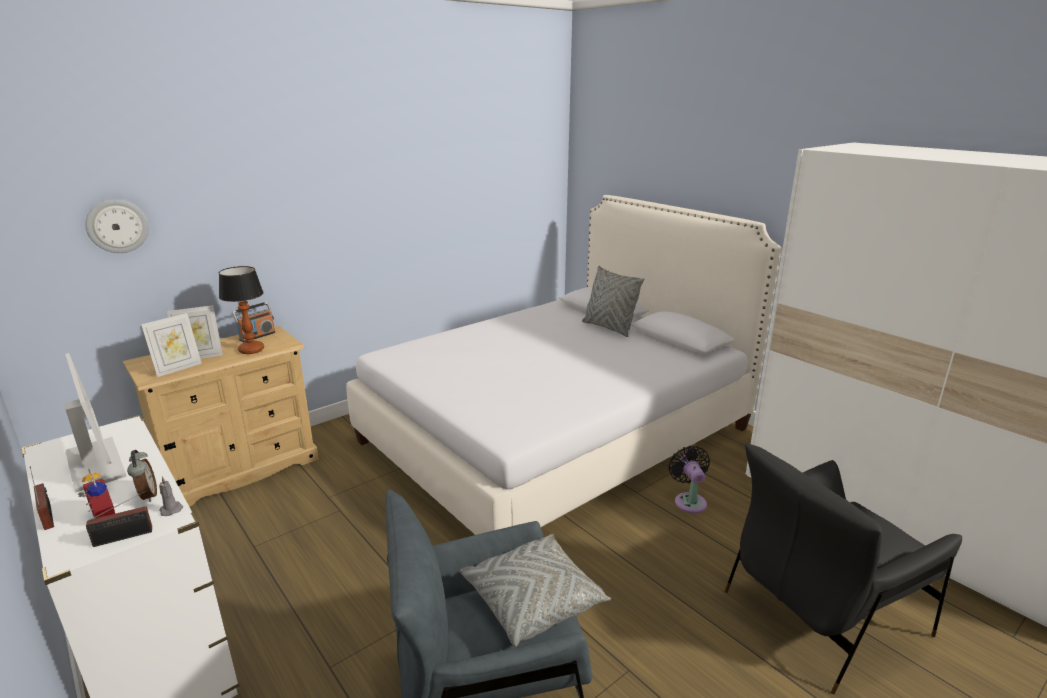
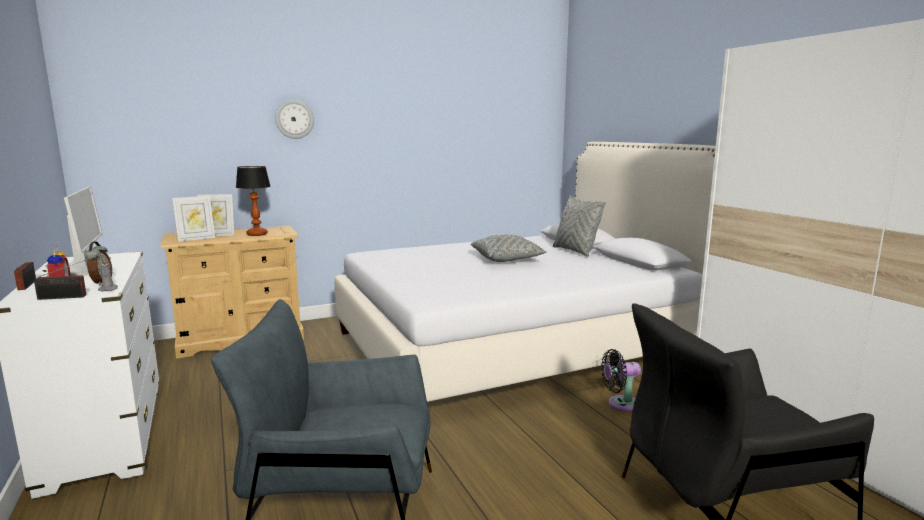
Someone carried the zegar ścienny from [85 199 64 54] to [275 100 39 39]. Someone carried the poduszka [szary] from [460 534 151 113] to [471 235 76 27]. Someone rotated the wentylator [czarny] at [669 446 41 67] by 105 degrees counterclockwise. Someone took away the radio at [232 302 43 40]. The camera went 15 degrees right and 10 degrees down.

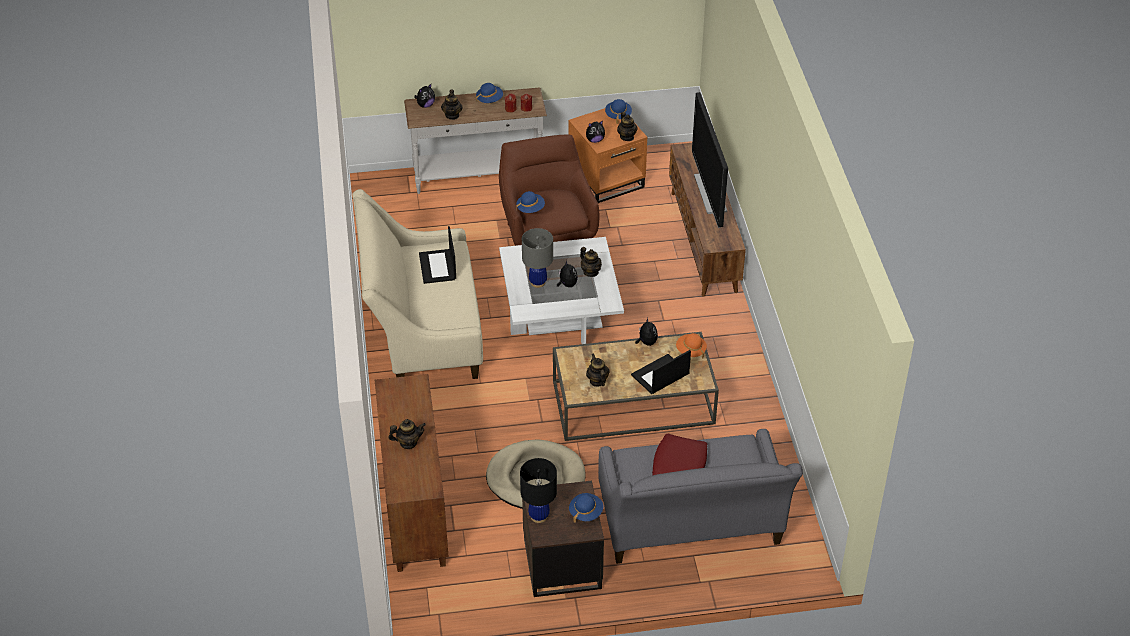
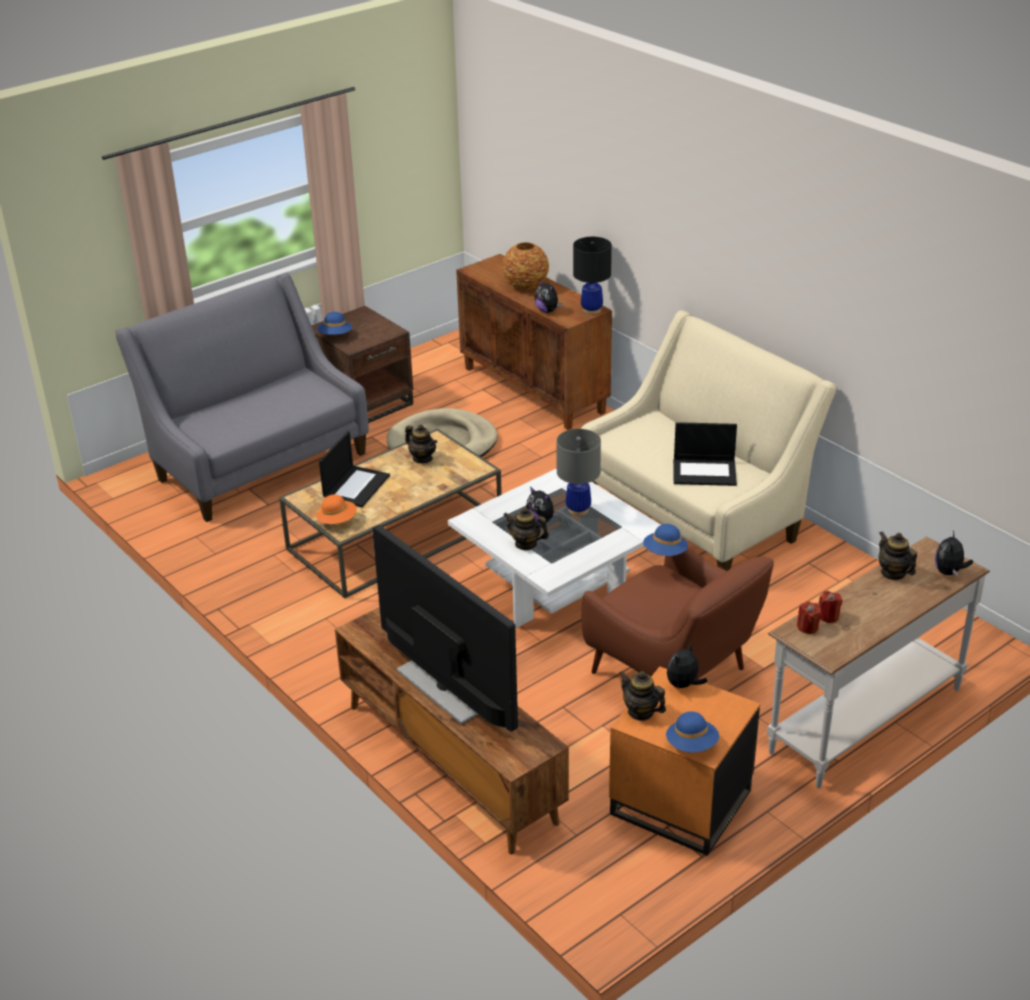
Someone swapped the imbryk at [388 419 38 30] for the wazon at [502 242 47 48]. Someone carried the pluszak from [635 318 23 28] to [535 280 27 33]. Someone carried the lampa stołowa [czarny] from [520 458 37 65] to [573 237 39 77]. Someone rotated the laptop at [419 226 37 58] by 135 degrees clockwise. Someone took away the kapelusz [niebieski] at [476 83 27 20]. Someone took away the poduszka [czerwony] at [652 434 55 41]. The camera went 150 degrees right and 10 degrees down.

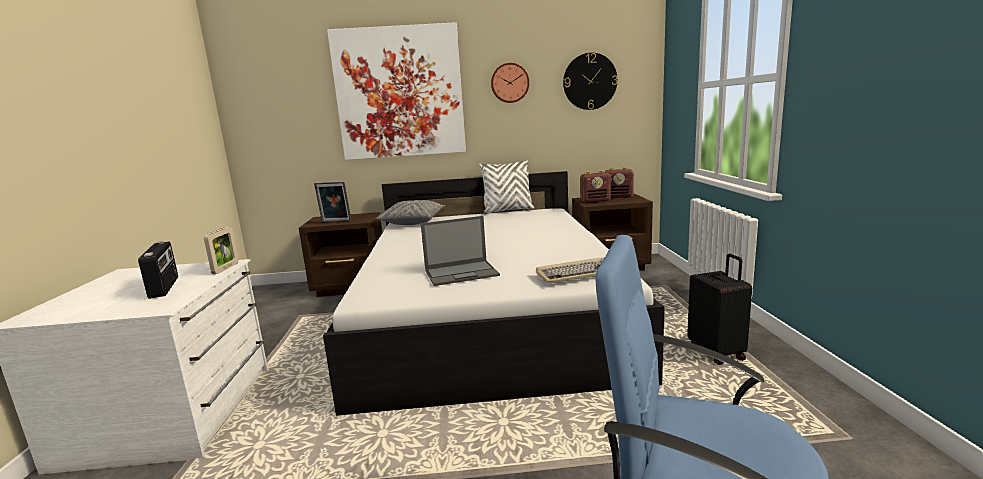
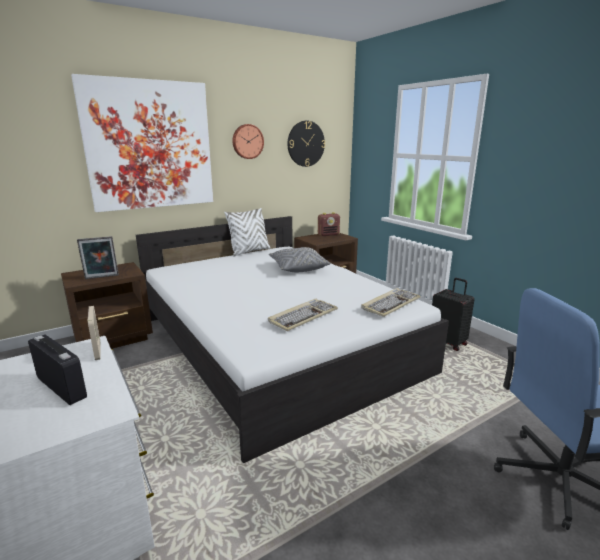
Someone swapped the laptop at [421 216 79 70] for the klawiatura at [268 299 70 32]. Someone carried the poduszka [szary] from [376 200 69 25] to [269 247 62 25]. Someone took away the radio at [580 171 31 32]. The camera went 30 degrees left and 5 degrees up.

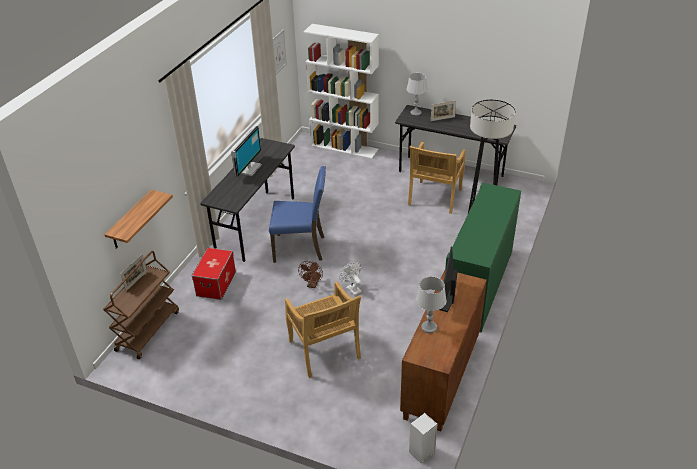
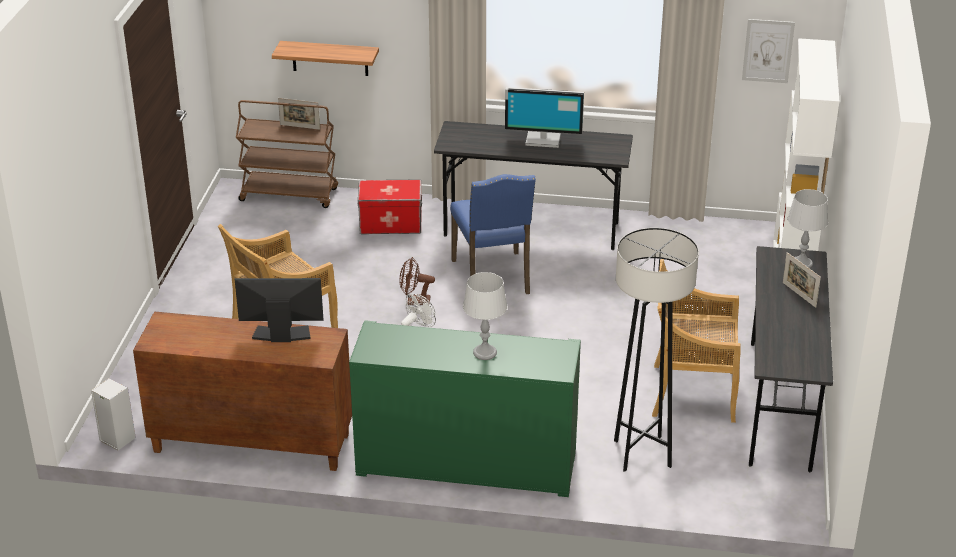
Someone carried the lampa stołowa [szary] from [416 277 30 56] to [463 272 45 88]. The camera went 75 degrees right and 5 degrees down.

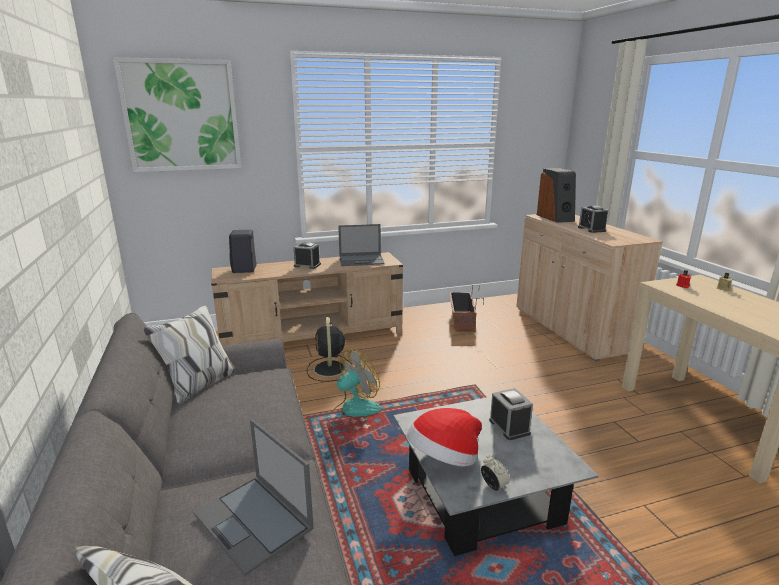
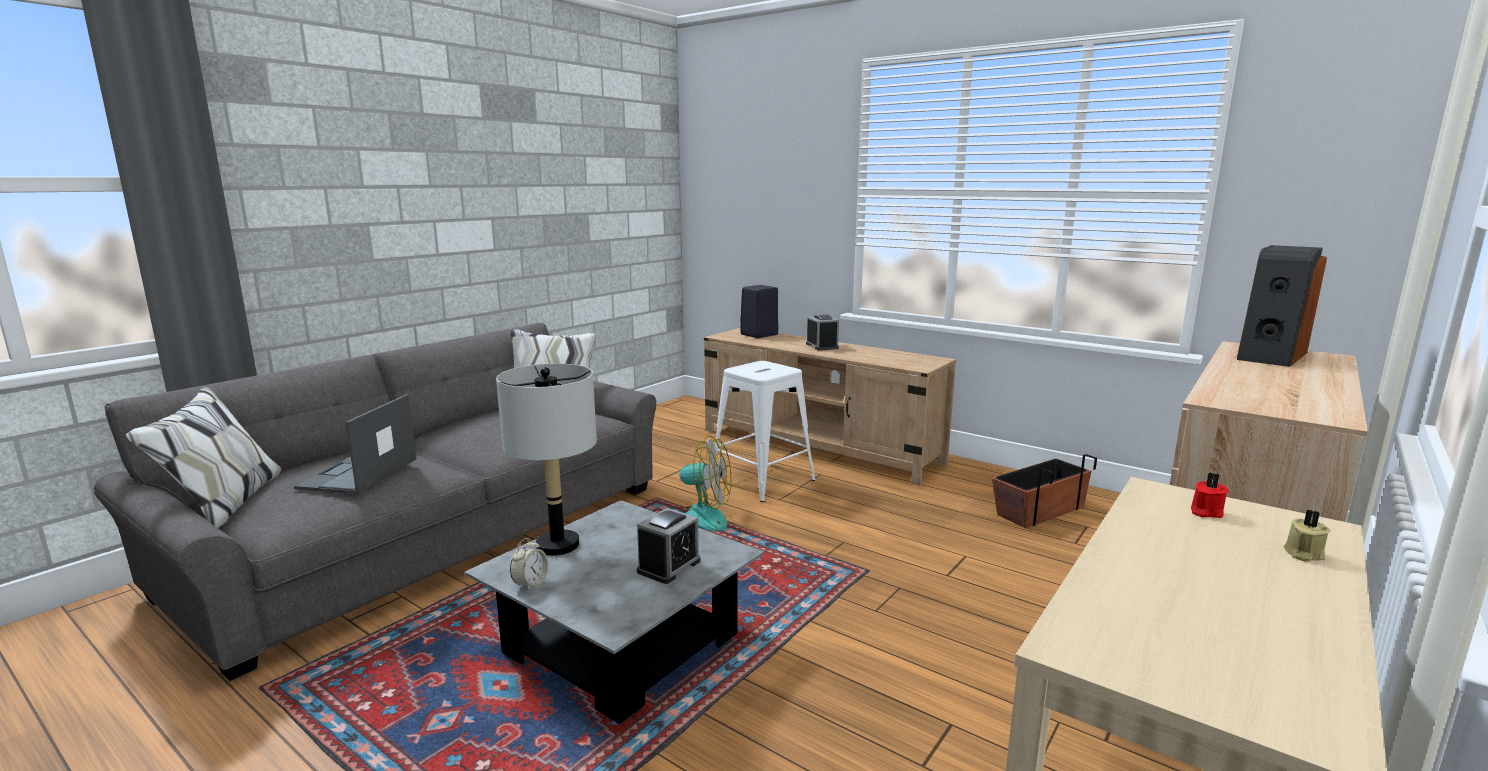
Someone swapped the kapelusz at [407 408 75 59] for the lampa stołowa [szary] at [496 363 101 193]. Someone swapped the wentylator [czarny] at [307 317 45 64] for the stołek [biały] at [711 361 104 141]. Someone took away the obraz at [113 57 128 115]. Someone took away the laptop at [338 224 47 42]. Someone took away the budzik at [578 206 30 27]. The camera went 55 degrees right and 5 degrees down.

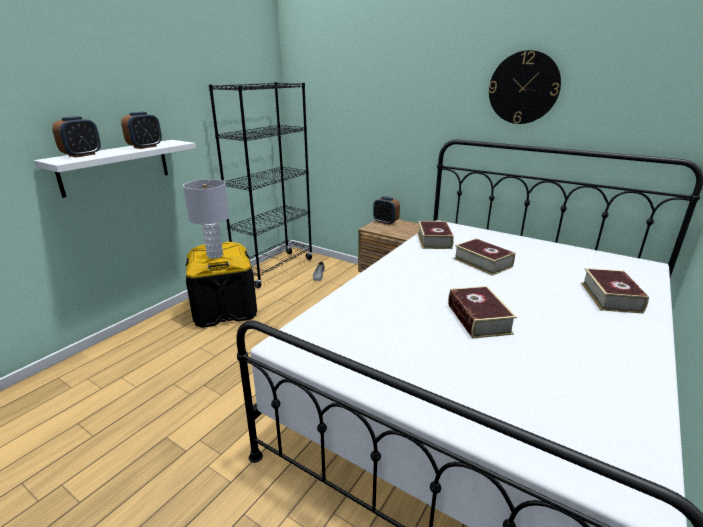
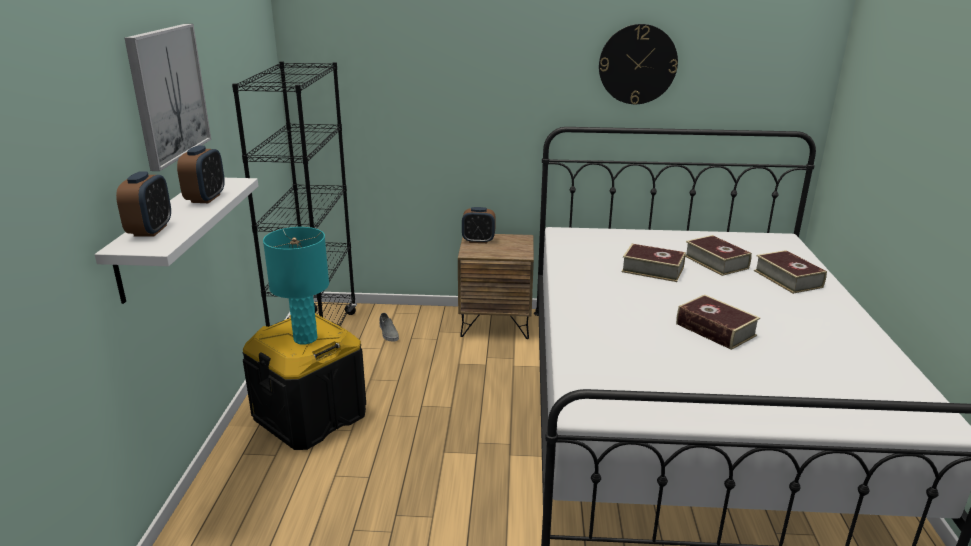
Someone put up the obraz at [125 24 86 147]. Someone repainted the lampa stołowa [szary] at [183 179 47 80], which became the lampa stołowa [turkusowy] at [263 227 66 117]. Someone carried the książka from [418 221 36 28] to [685 235 67 41]. The camera went 30 degrees left and 0 degrees up.

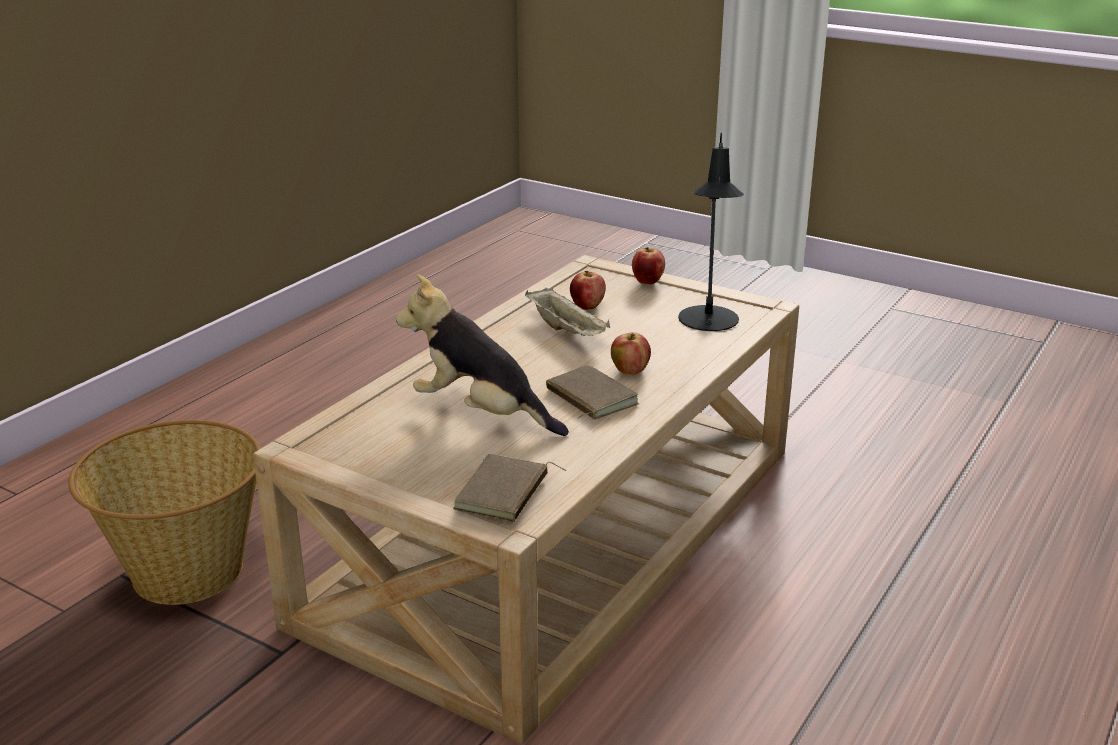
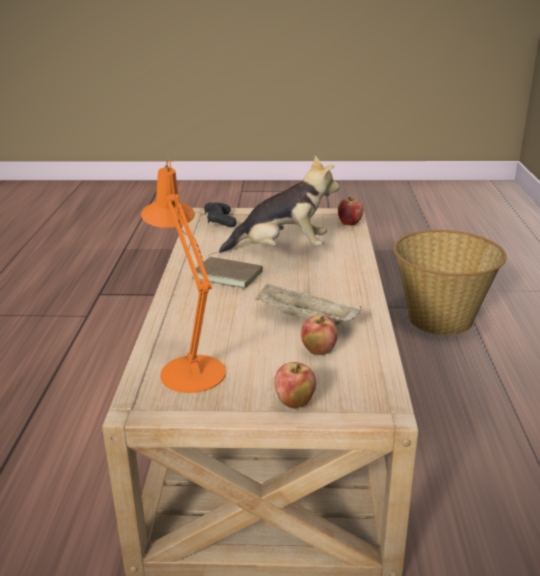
Someone repainted the lampa stołowa [czarny] at [678 132 66 199], which became the lampa stołowa [pomarańczowy] at [141 159 85 234]. Someone swapped the książka [brązowy] at [453 454 114 68] for the pad do gier [czarny] at [204 202 33 25]. Someone carried the jabłko from [611 332 40 43] to [338 197 26 29]. The camera went 150 degrees right and 0 degrees up.

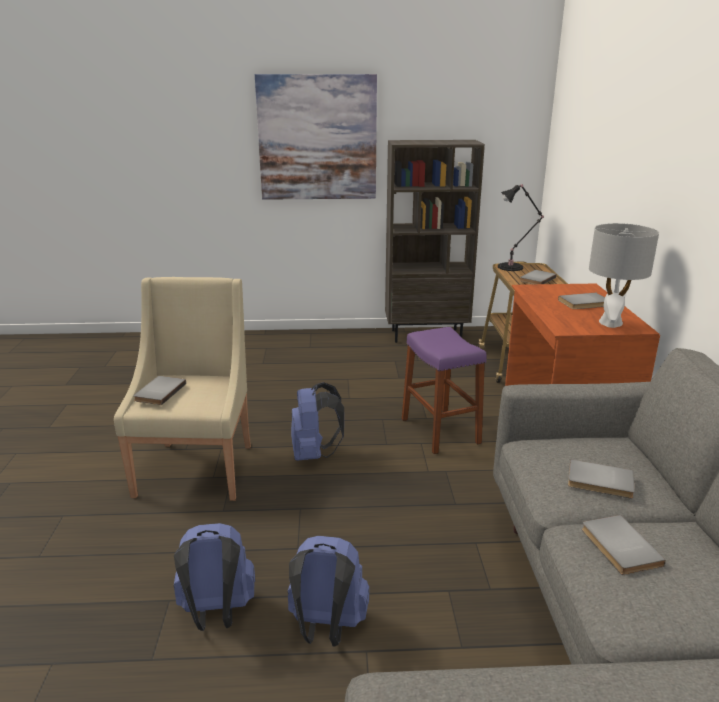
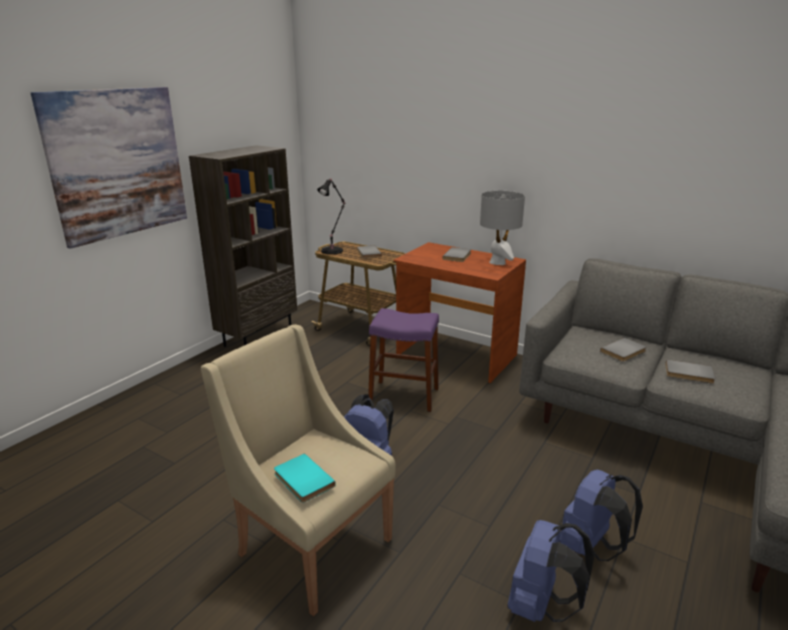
Someone repainted the książka [szary] at [133 376 53 29], which became the książka [turkusowy] at [274 453 62 50]. The camera went 55 degrees left and 0 degrees up.

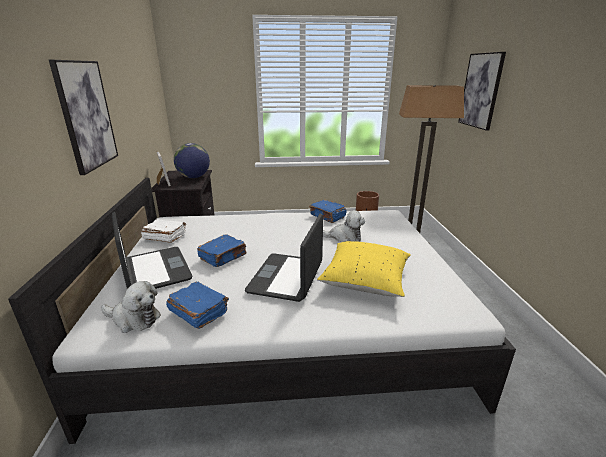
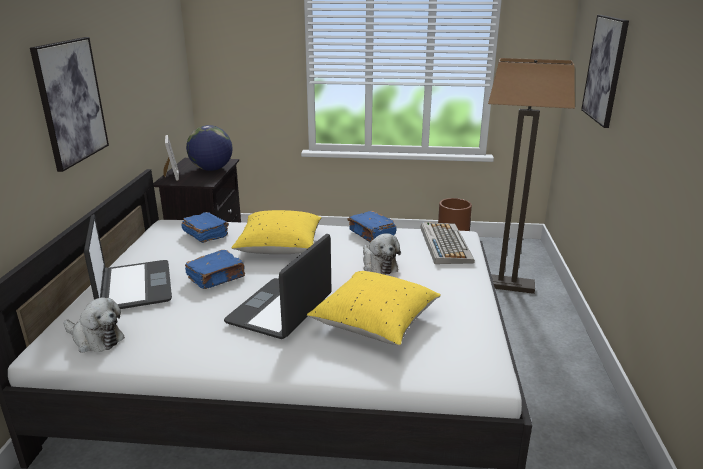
Someone carried the książka [niebieski] from [166 282 63 47] to [181 212 48 31]. Someone put down the poduszka [żółty] at [232 210 90 44]. Someone rotated the pluszak at [323 210 42 32] by 45 degrees clockwise. Someone put down the klawiatura at [421 222 54 42]. Someone took away the książka [biały] at [141 219 45 24]. The camera went 10 degrees right and 0 degrees up.

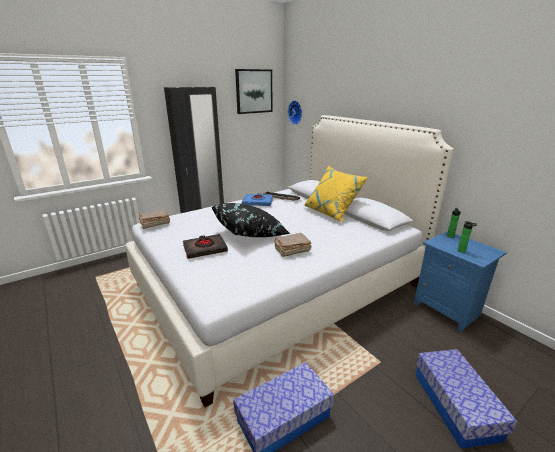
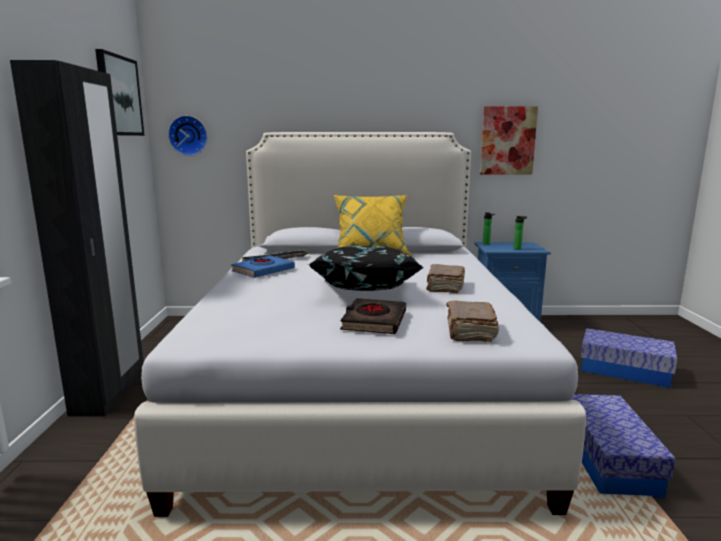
Someone carried the książka [brązowy] from [139 209 31 20] to [446 301 53 41]. Someone put up the obraz at [480 106 58 68]. The camera went 55 degrees left and 10 degrees down.

